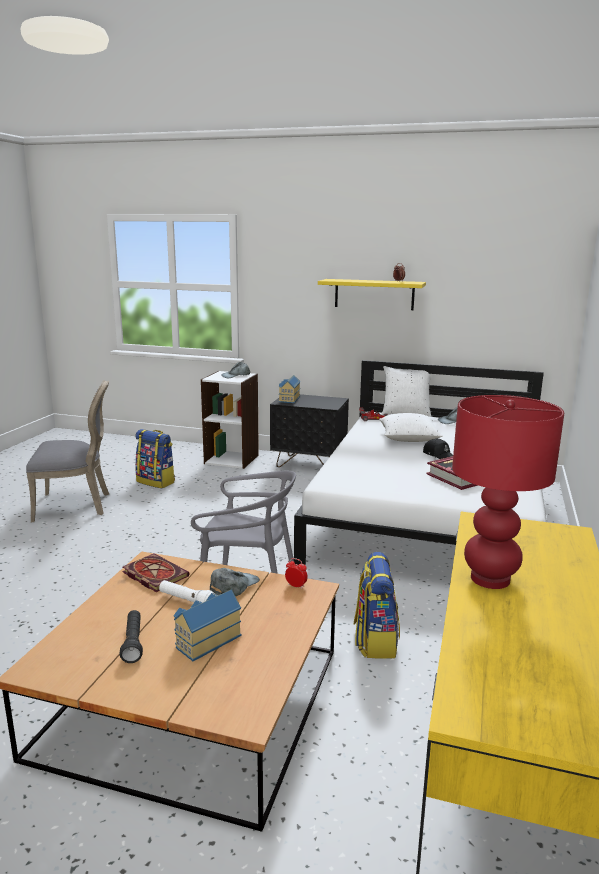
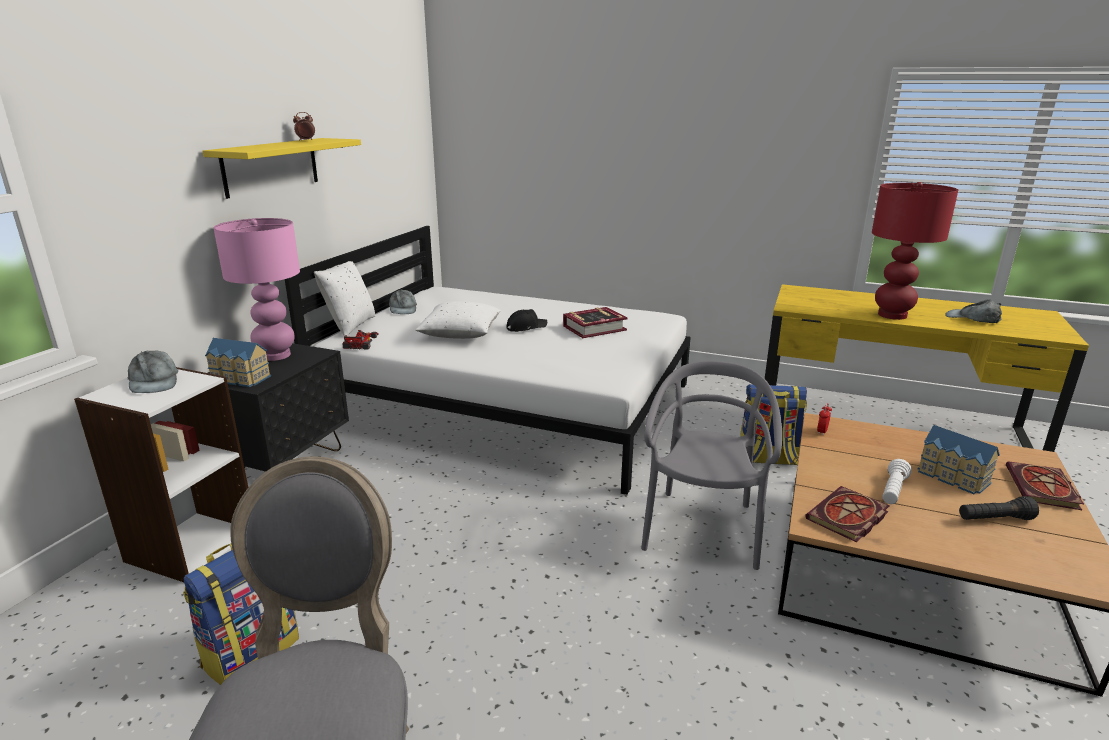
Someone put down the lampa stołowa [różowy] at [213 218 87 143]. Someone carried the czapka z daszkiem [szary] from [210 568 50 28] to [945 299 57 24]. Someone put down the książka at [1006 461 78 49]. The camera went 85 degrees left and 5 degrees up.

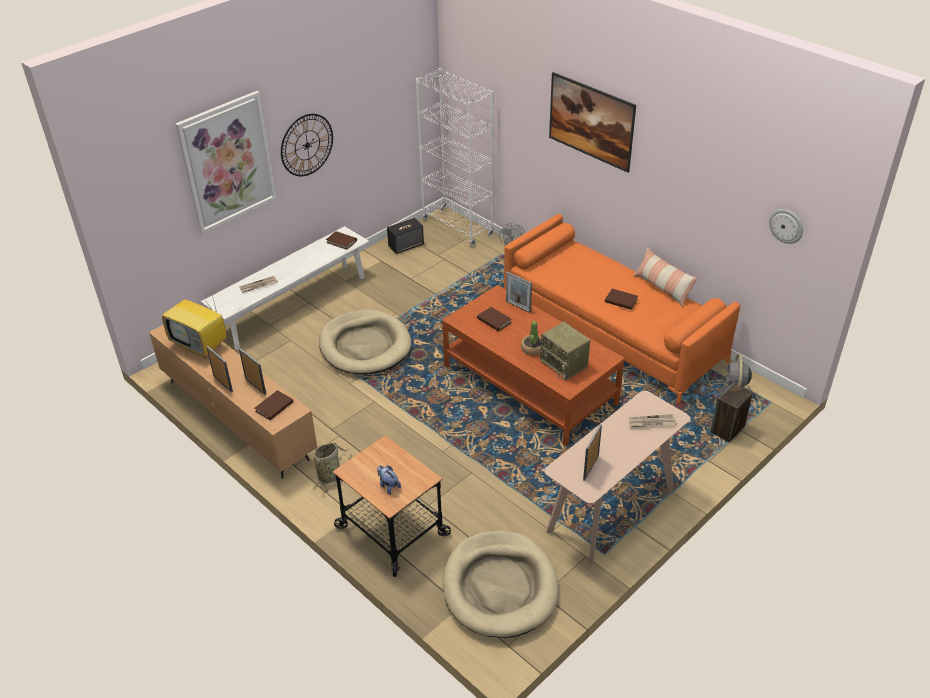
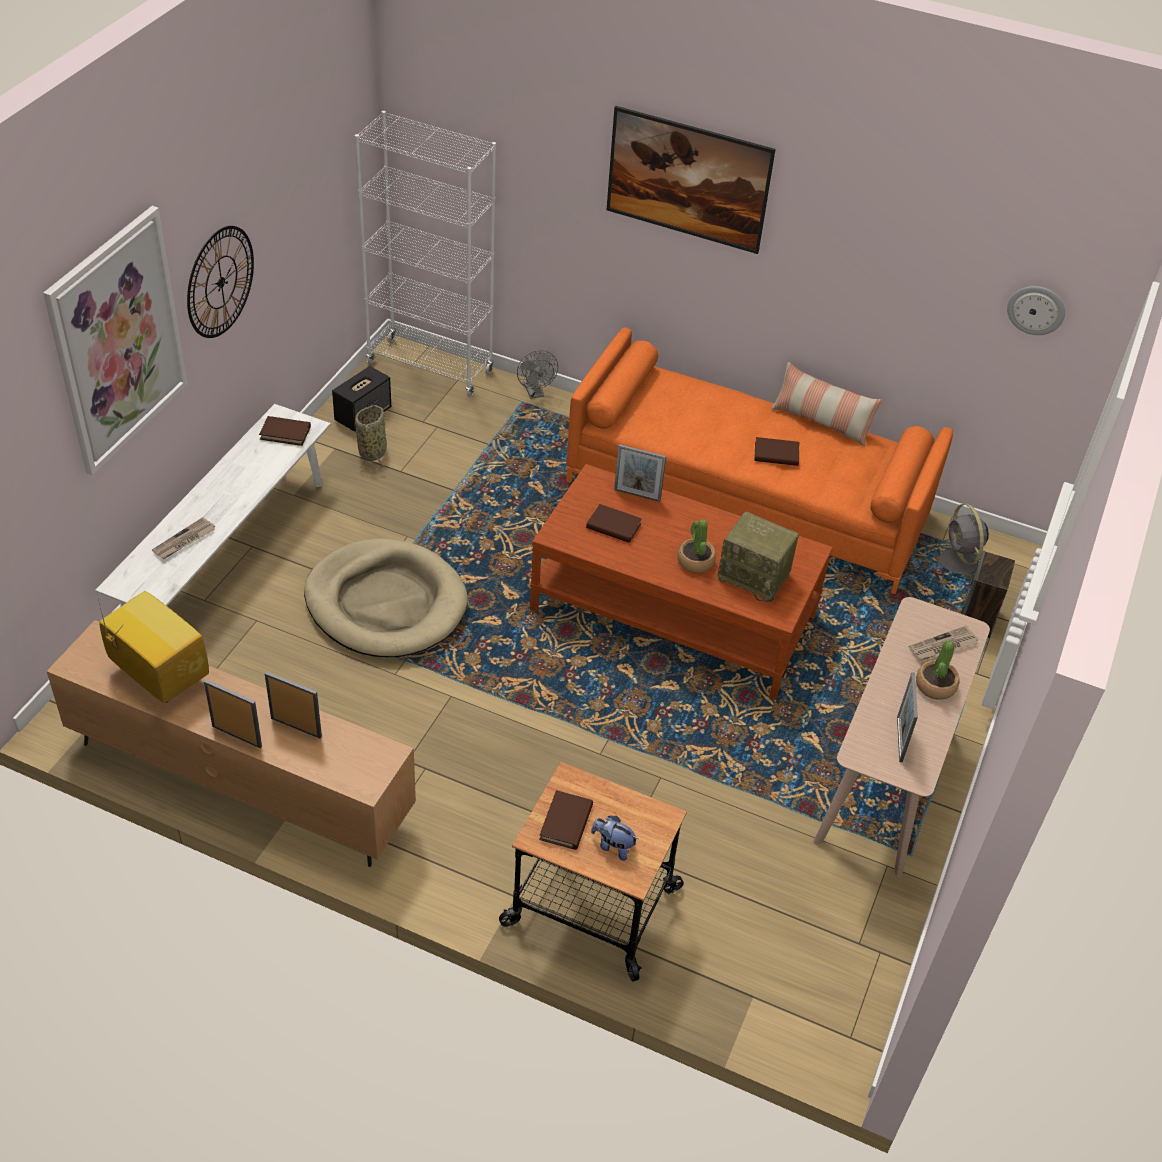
Someone rotated the telewizor at [162 286 65 72] by 150 degrees counterclockwise. Someone carried the koszyk from [313 443 38 50] to [355 405 32 67]. Someone carried the książka [brązowy] from [255 390 38 30] to [539 790 54 60]. Someone put down the roślina doniczkowa at [916 641 44 59]. Someone took away the legowisko [beżowy] at [443 530 116 108]. The camera went 25 degrees left and 5 degrees up.

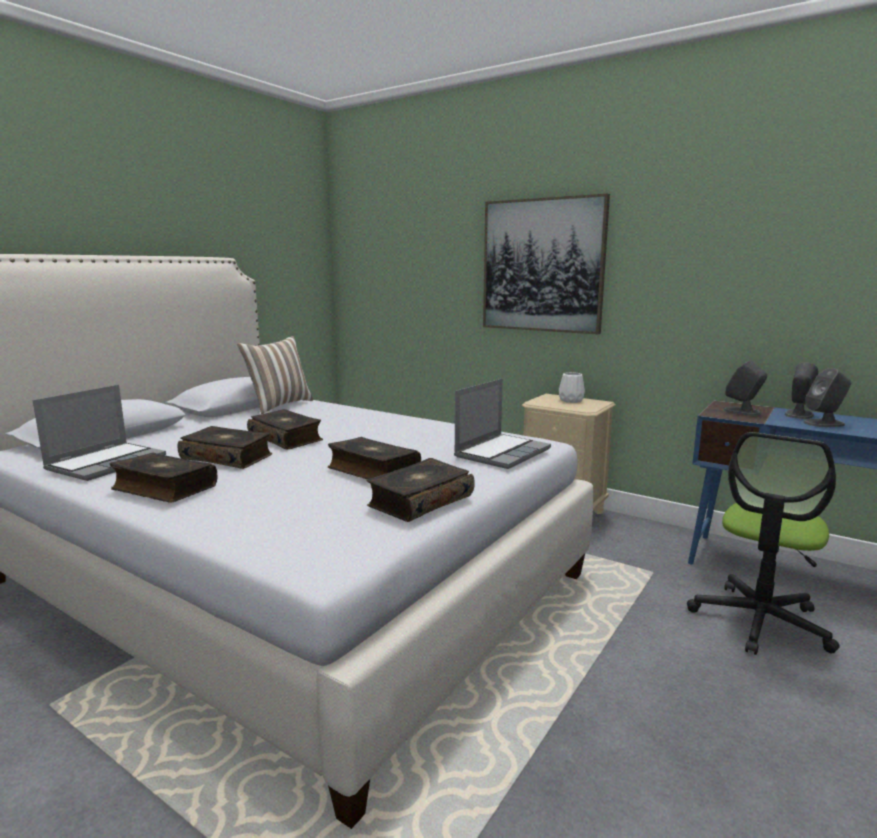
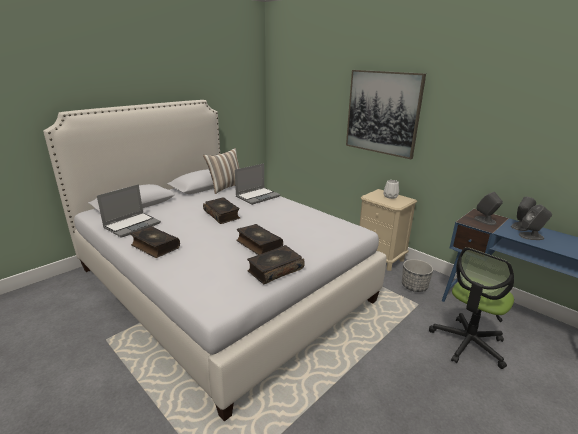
Someone carried the laptop from [454 378 97 91] to [235 163 45 42]. Someone put down the donica at [402 259 31 33]. Someone took away the książka at [177 426 95 43]. The camera went 10 degrees right and 10 degrees up.

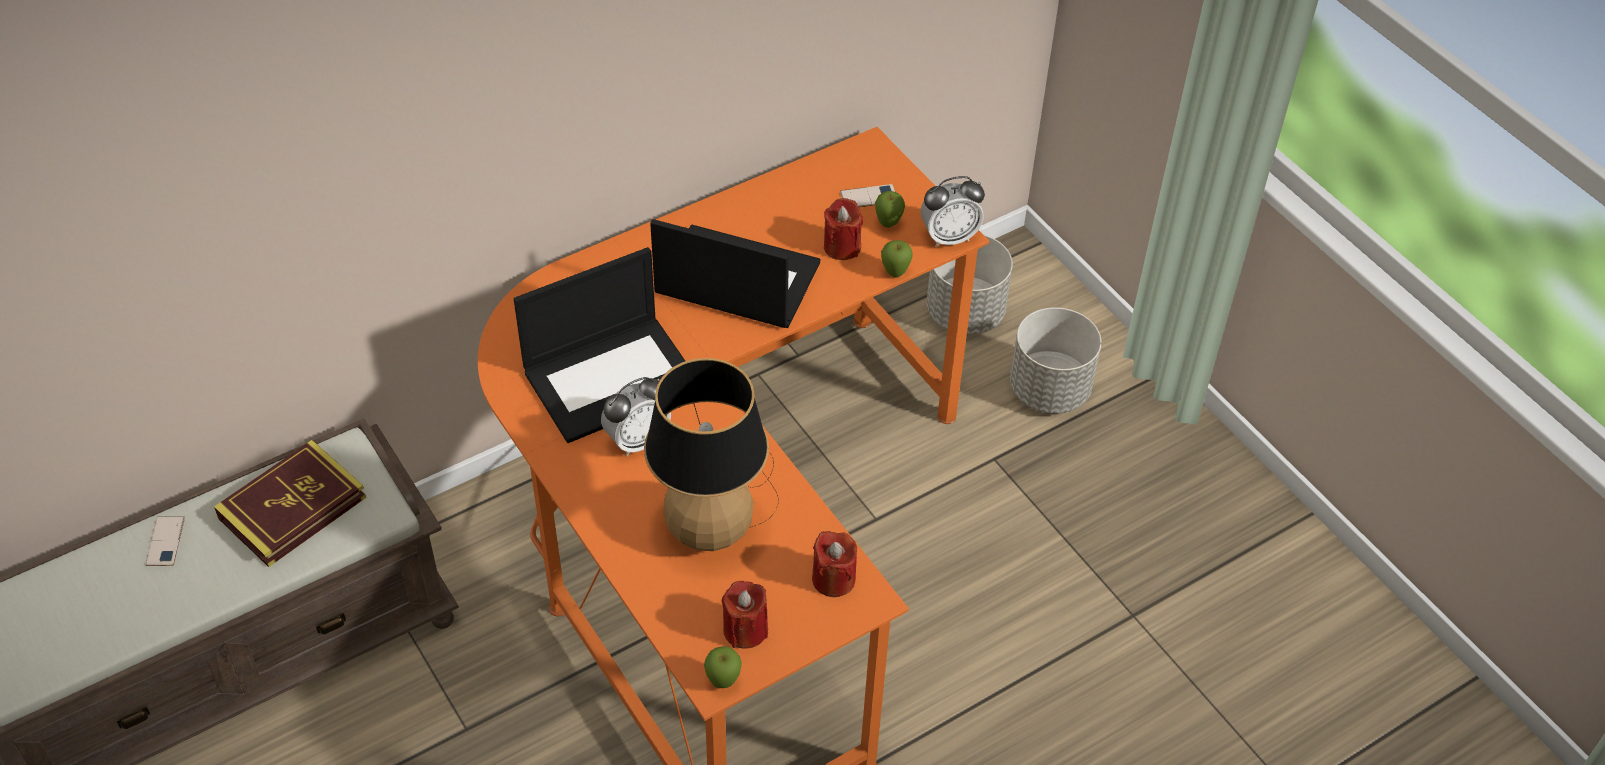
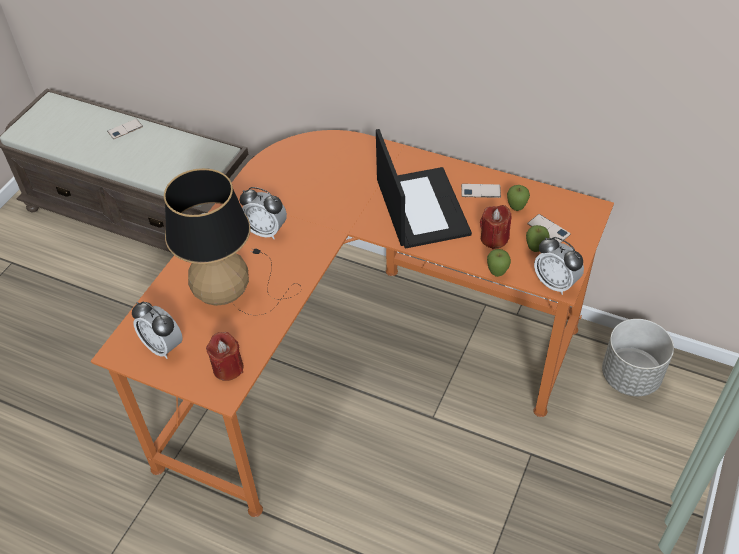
Someone swapped the świeca [czerwony] at [722 581 46 68] for the budzik at [132 302 51 57]. Someone put down the telefon at [461 184 40 14]. Someone carried the jabłko from [704 646 38 42] to [507 185 23 26]. Someone took away the książka at [214 440 152 127]. Someone took away the laptop at [514 247 171 196]. Someone took away the donica [szary] at [1010 307 91 106]. The camera went 60 degrees right and 0 degrees up.

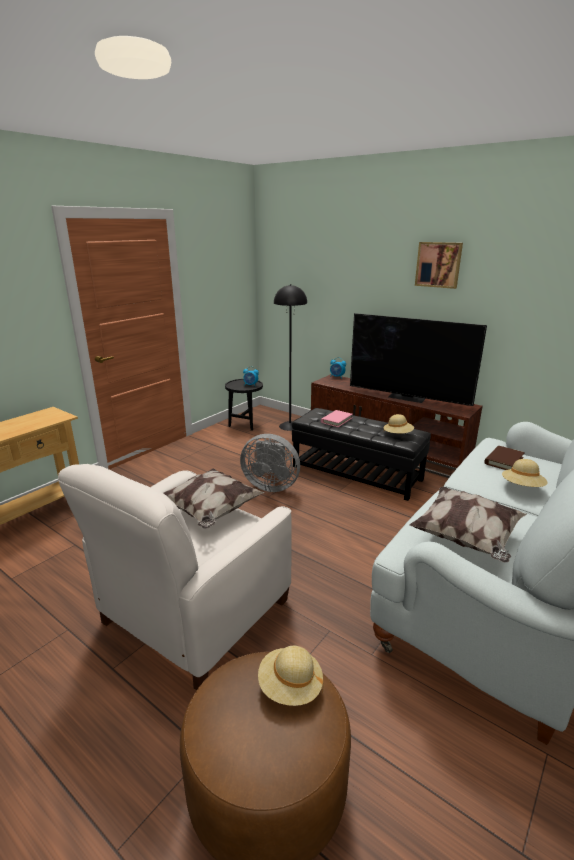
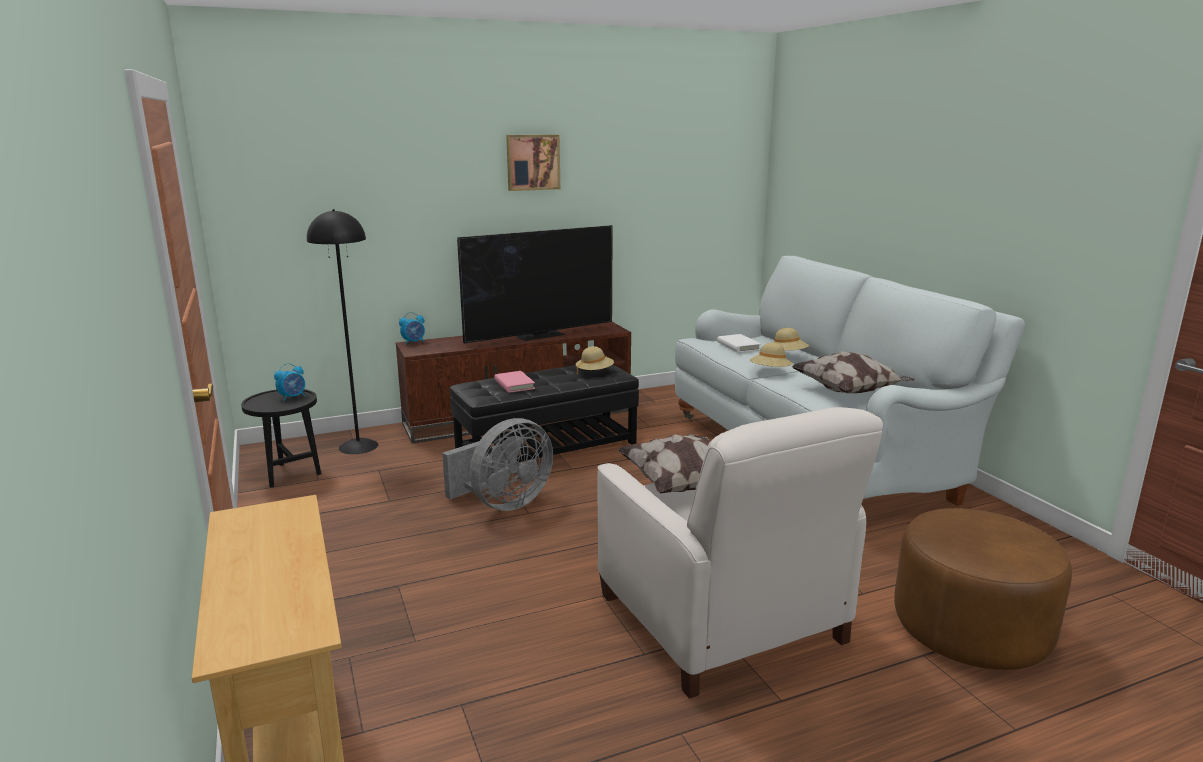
Someone repainted the książka [brązowy] at [484 446 41 24], which became the książka [biały] at [717 334 44 19]. Someone carried the kapelusz [beżowy] from [258 646 65 60] to [750 343 43 24]. The camera went 60 degrees left and 5 degrees down.

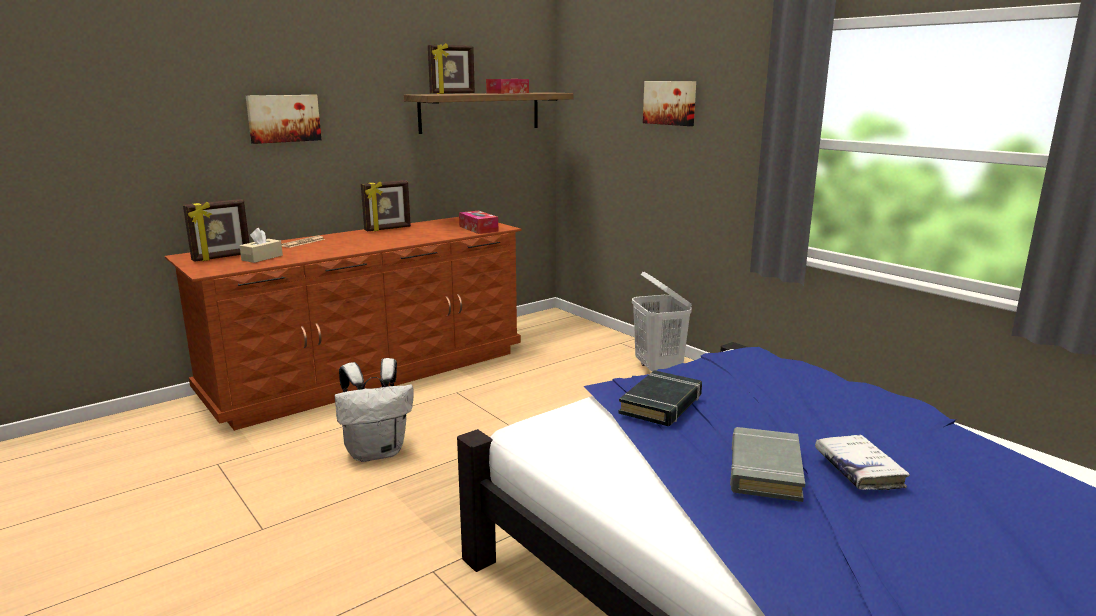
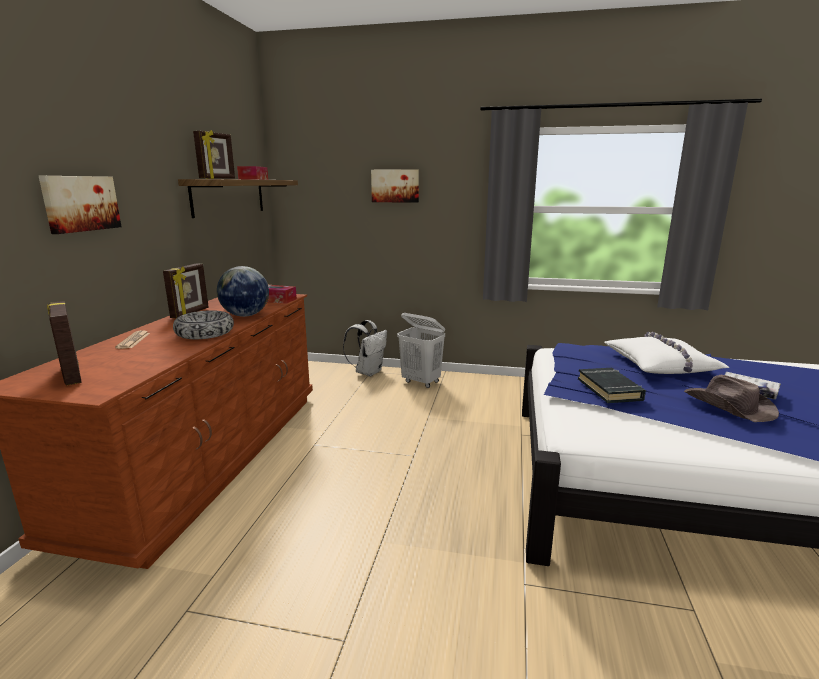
Someone rotated the ramka na zdjęcie at [183 199 66 63] by 135 degrees clockwise. Someone put down the miska at [173 310 61 29]. Someone put down the globus at [217 266 52 51]. Someone carried the plecak [biały] from [335 358 78 104] to [343 320 44 56]. Someone put down the poduszka [biały] at [605 332 124 42]. Someone swapped the książka [szary] at [730 427 75 75] for the kapelusz [brązowy] at [684 375 95 47]. Someone took away the pudełko chusteczek [beżowy] at [240 228 43 35]. The camera went 40 degrees left and 0 degrees up.

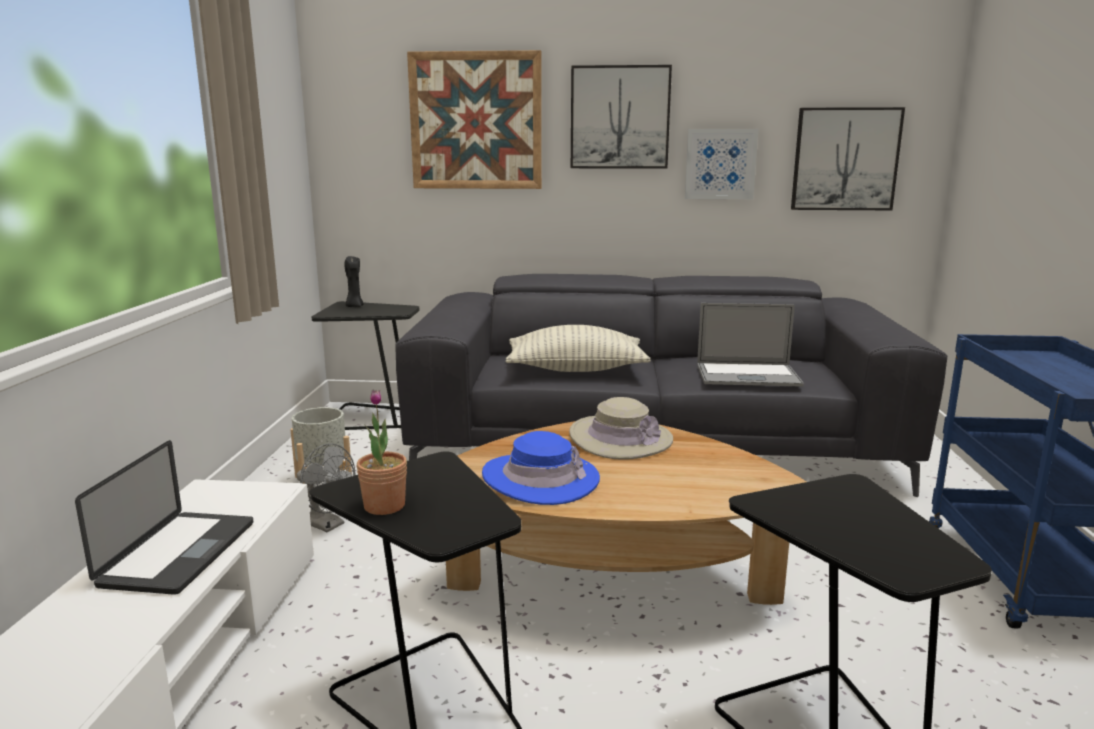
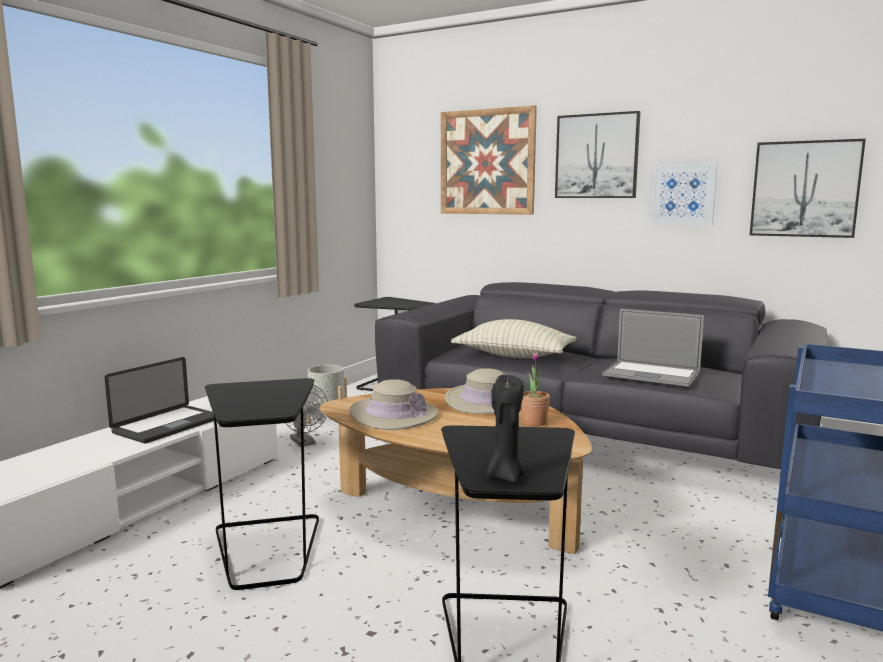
Someone repainted the kapelusz [niebieski] at [482 431 118 74], which became the kapelusz [beżowy] at [349 379 89 51]. Someone carried the świeca [czarny] from [344 256 20 51] to [487 375 37 108]. Someone carried the roślina doniczkowa from [357 389 50 126] to [522 352 28 74]. The camera went 25 degrees right and 5 degrees down.

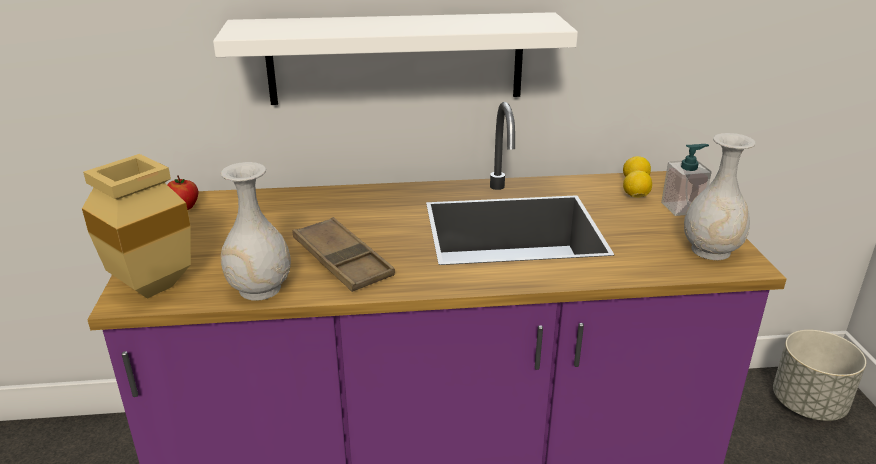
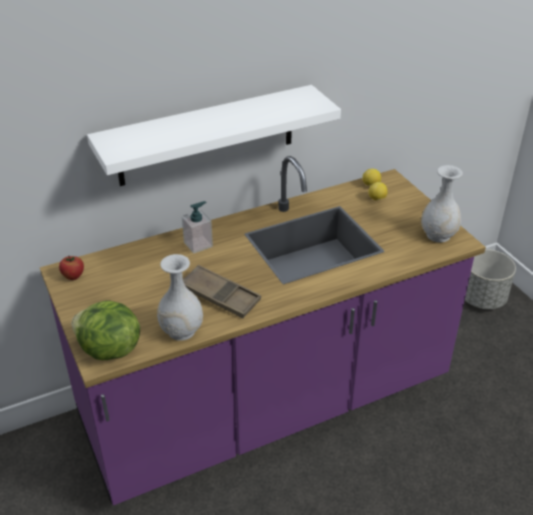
Someone swapped the wazon [beżowy] at [82 154 109 145] for the sałata at [71 301 69 59]. Someone carried the dozownik mydła from [661 144 51 72] to [182 201 31 53]. The camera went 20 degrees left and 10 degrees up.

